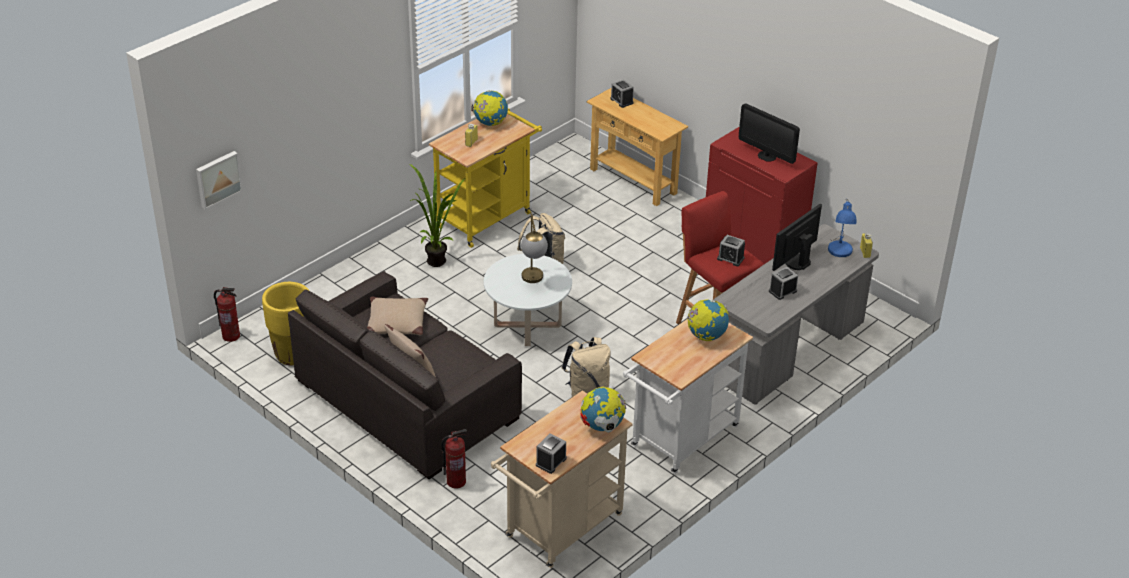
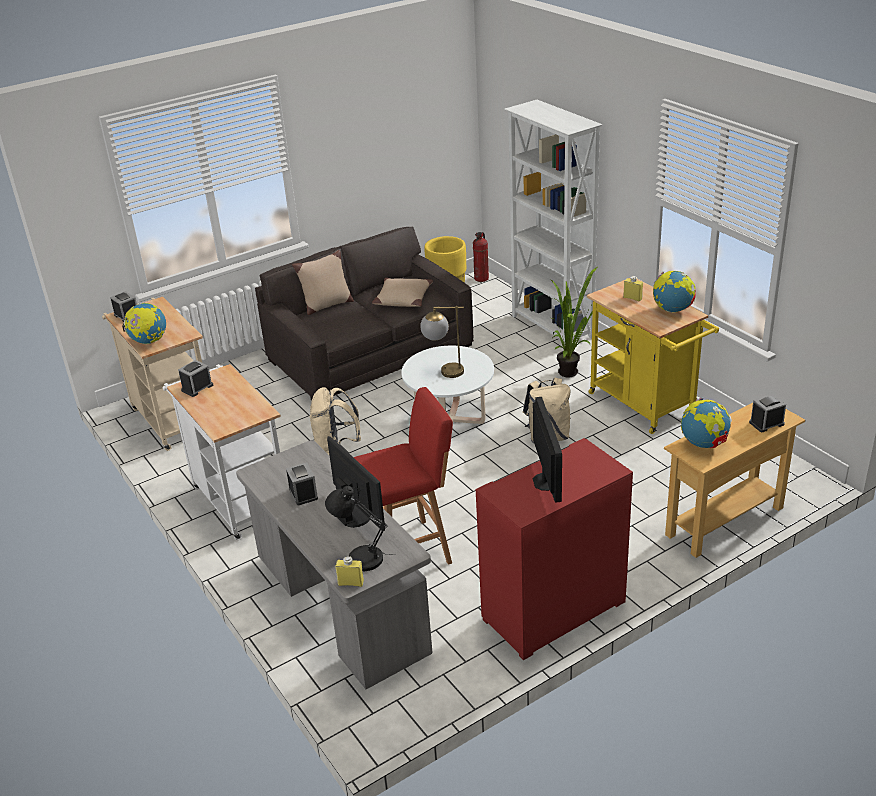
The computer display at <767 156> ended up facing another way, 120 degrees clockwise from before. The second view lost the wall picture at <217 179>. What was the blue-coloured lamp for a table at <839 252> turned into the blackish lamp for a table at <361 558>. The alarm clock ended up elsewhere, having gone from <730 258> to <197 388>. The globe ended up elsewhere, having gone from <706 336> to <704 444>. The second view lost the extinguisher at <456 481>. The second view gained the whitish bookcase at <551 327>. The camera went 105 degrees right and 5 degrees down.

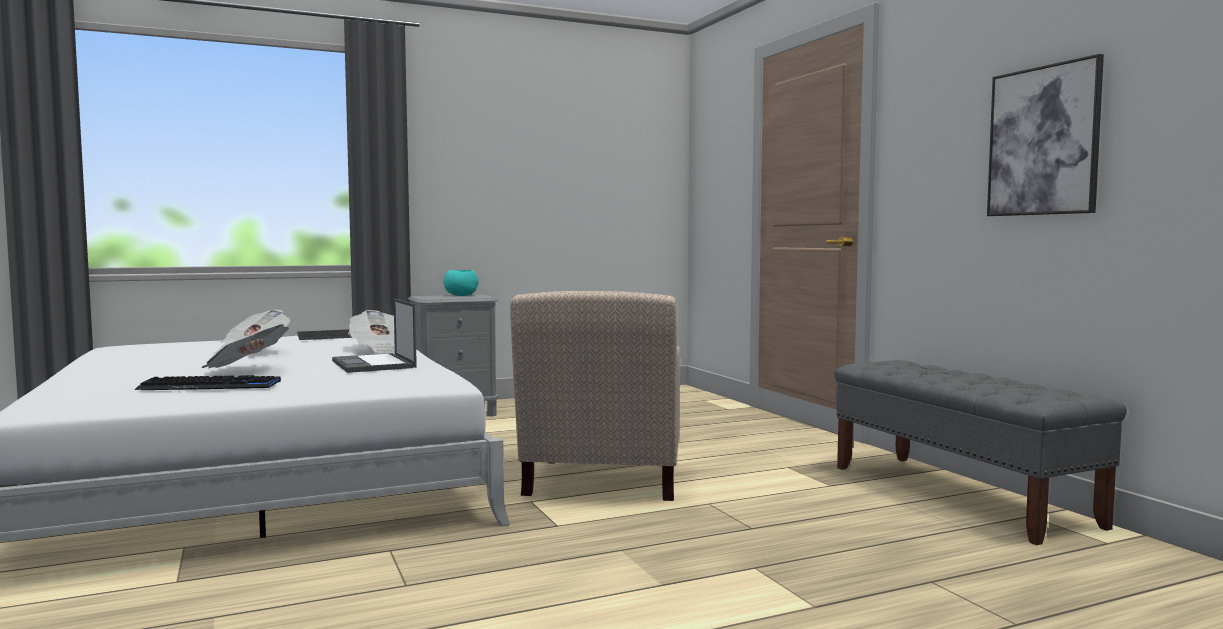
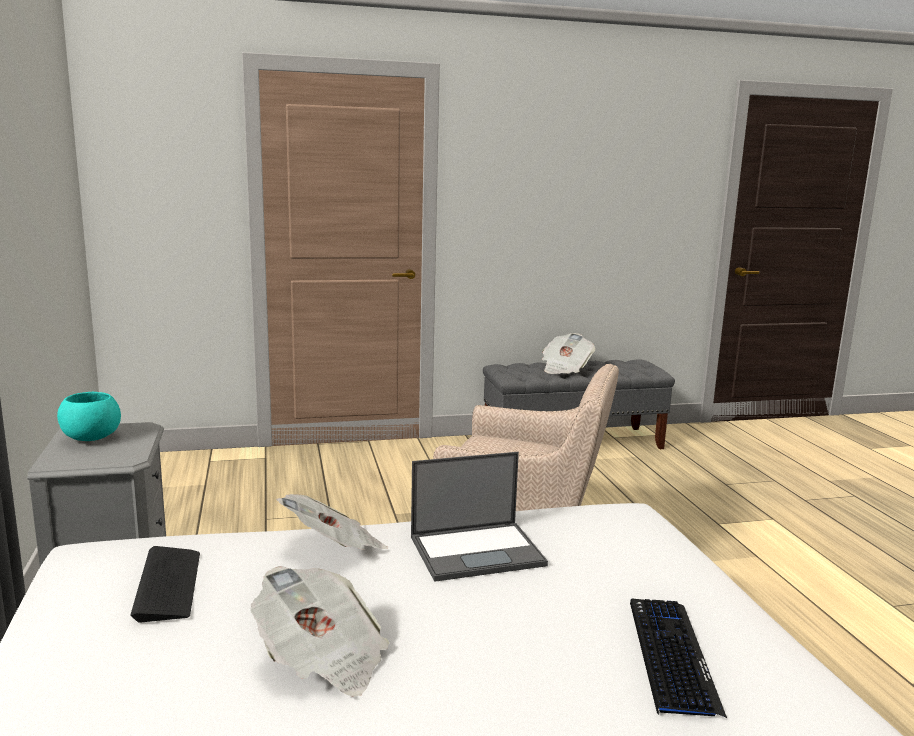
The second view lost the wall picture at <1043 141>. The printed paper ended up elsewhere, having gone from <246 369> to <565 368>. The camera went 80 degrees left and 10 degrees up.

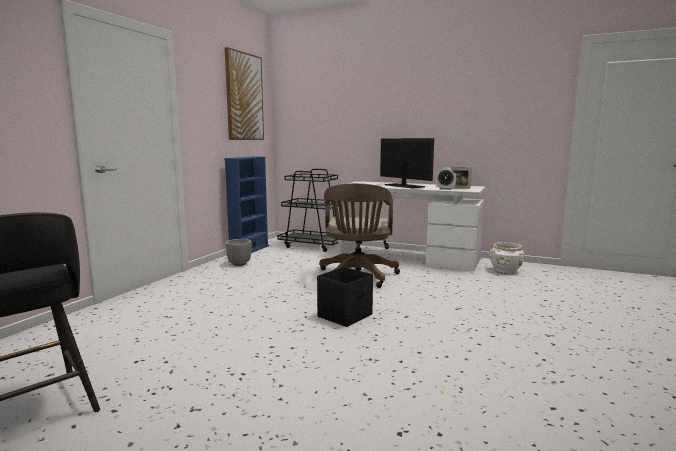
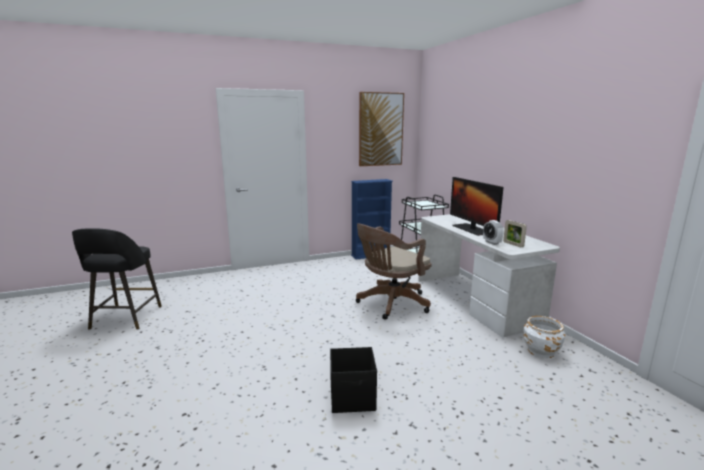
The computer display at <404 186> ended up facing another way, 150 degrees clockwise from before. The second view lost the flower pot at <239 264>. The blackish storage container ended up elsewhere, having gone from <345 315> to <353 398>. The camera went 45 degrees right and 5 degrees up.

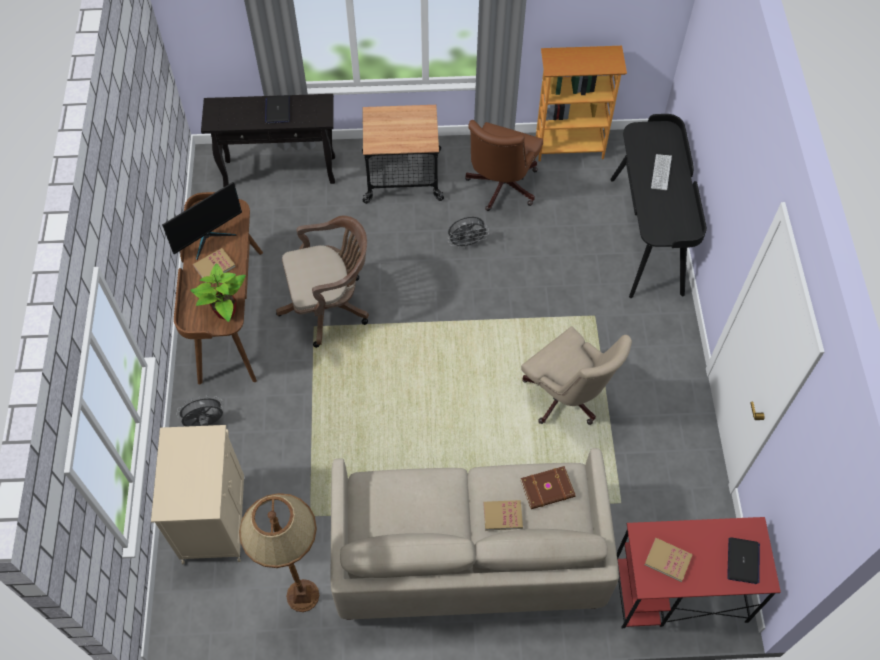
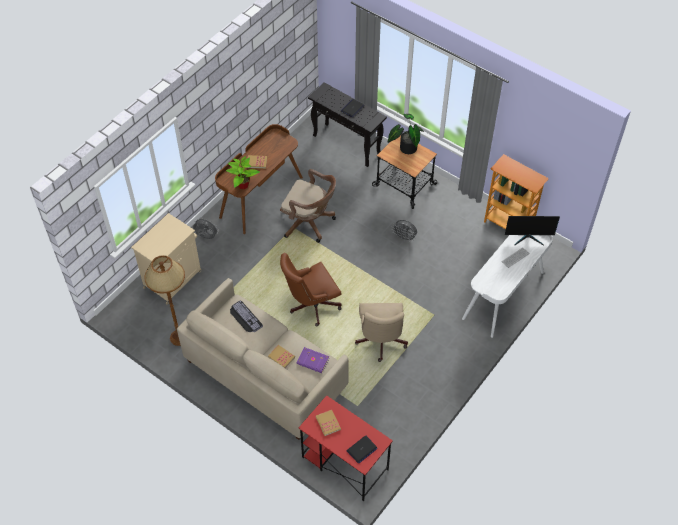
What was the blackish desk at <647 235> turned into the whitish desk at <504 296>. The brown office chair ended up elsewhere, having gone from <500 188> to <311 305>. The computer display ended up elsewhere, having gone from <209 238> to <528 238>. What was the brown volume at <548 489> turned into the purplish volume at <312 361>. The second view gained the plant in a pot at <406 148>. The second view gained the keyboard at <244 317>. The camera went 40 degrees right and 5 degrees down.

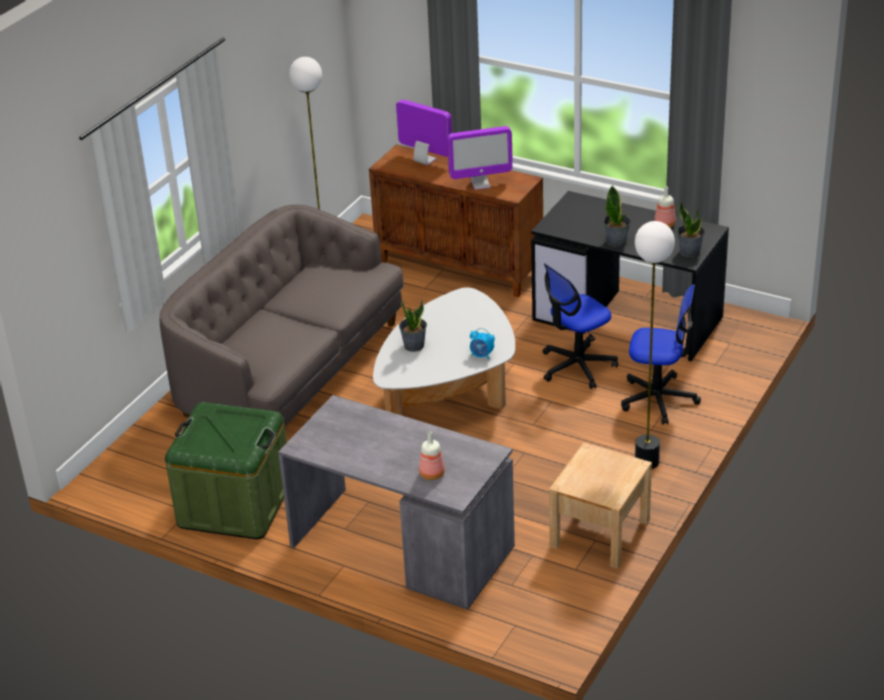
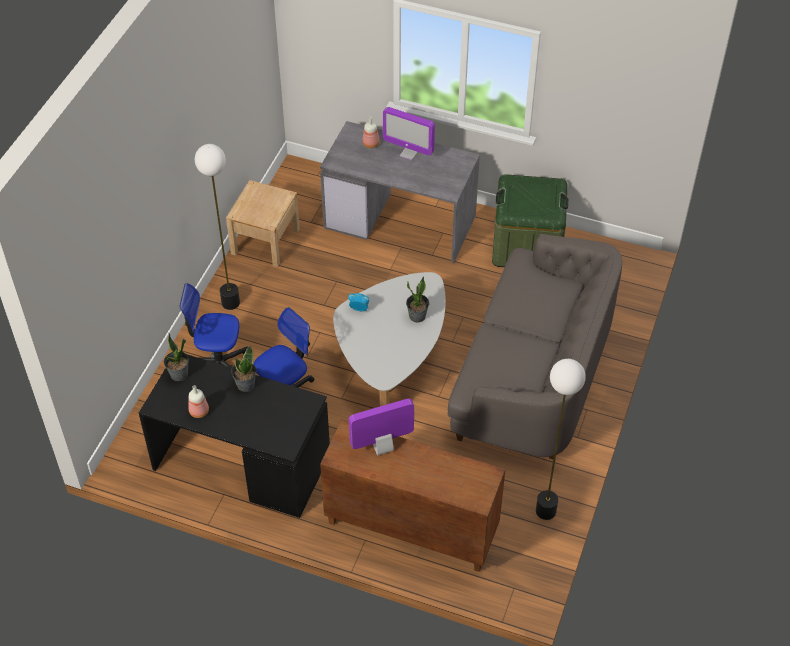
The computer display ended up elsewhere, having gone from <425 160> to <408 153>. The camera went 170 degrees right and 15 degrees up.

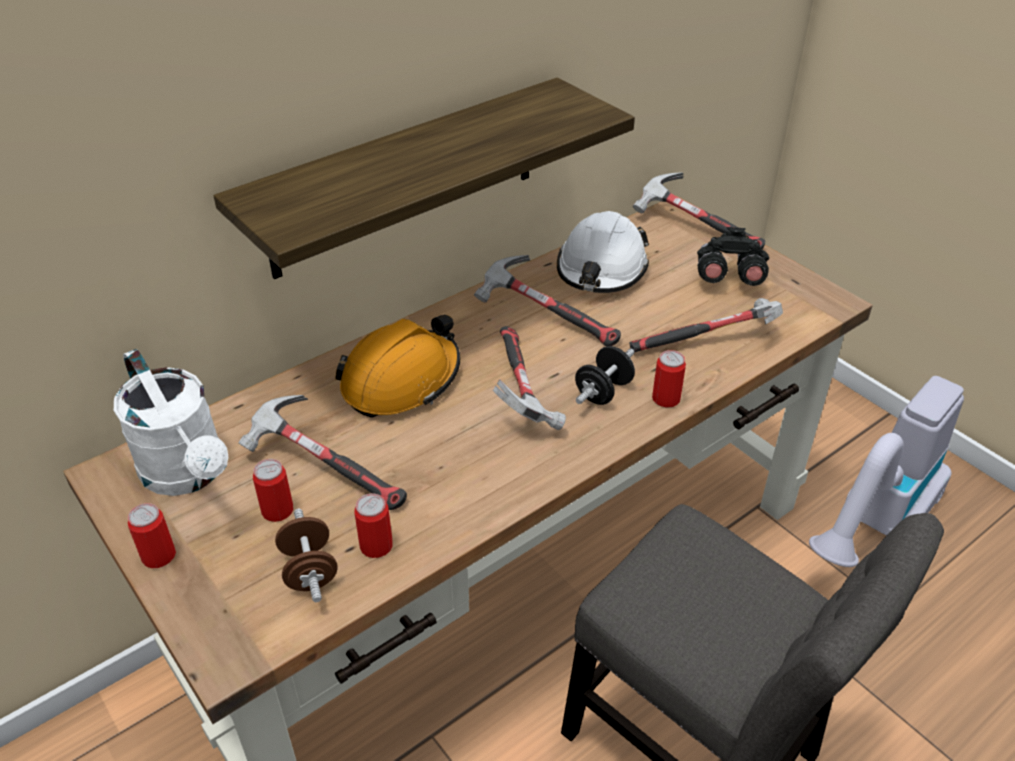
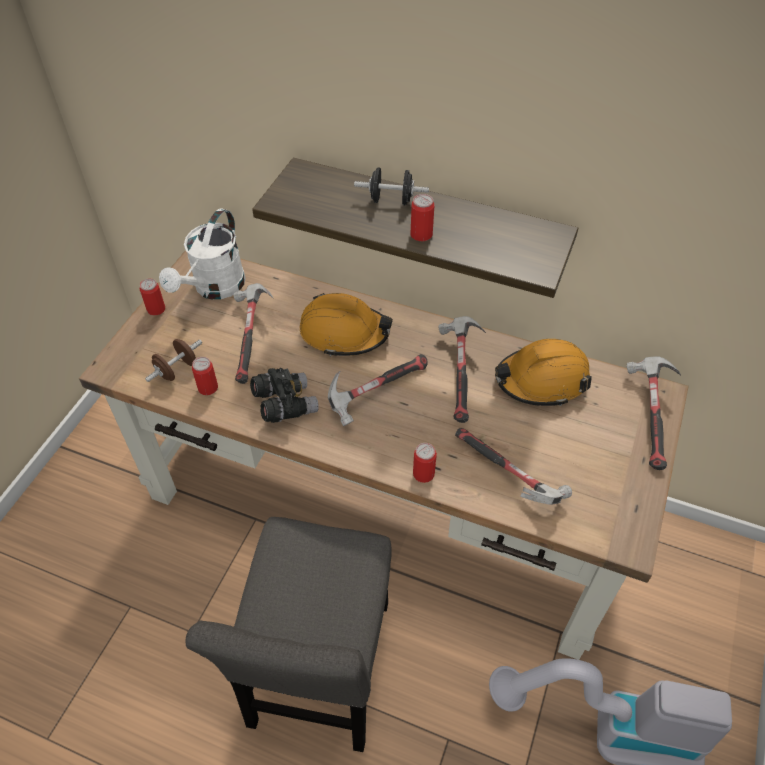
What was the whitish hard hat at <601 269> turned into the orange hard hat at <541 380>. The blackish binoculars ended up elsewhere, having gone from <727 278> to <285 404>. The blackish dumbbell ended up elsewhere, having gone from <603 391> to <391 200>. The sealed can ended up elsewhere, having gone from <277 510> to <421 234>. The camera went 60 degrees right and 10 degrees up.

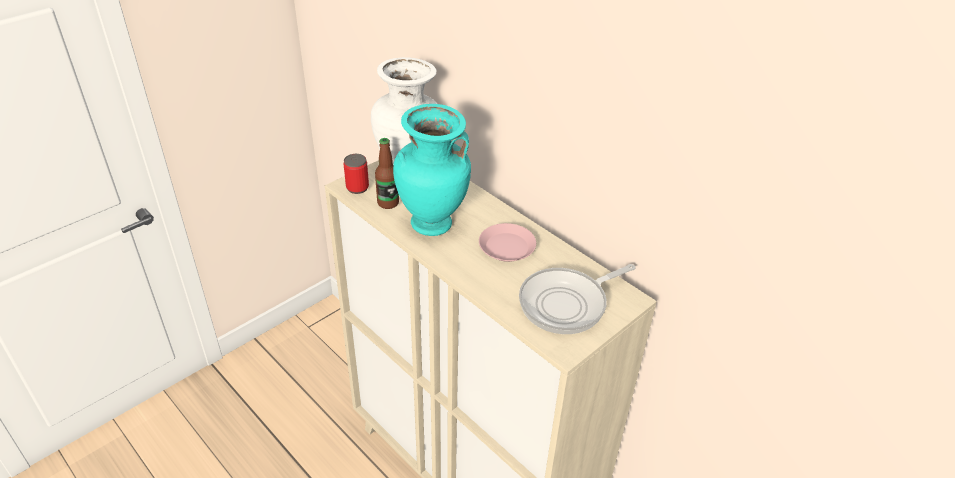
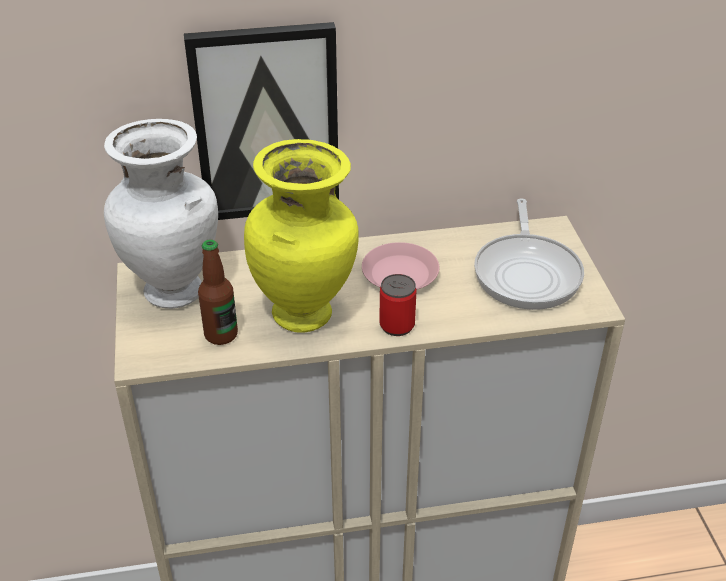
What was the blue-green vase at <432 225> turned into the yellow vase at <305 315>. The sealed can ended up elsewhere, having gone from <357 187> to <397 325>. The second view gained the wall picture at <266 123>. The camera went 55 degrees left and 0 degrees up.

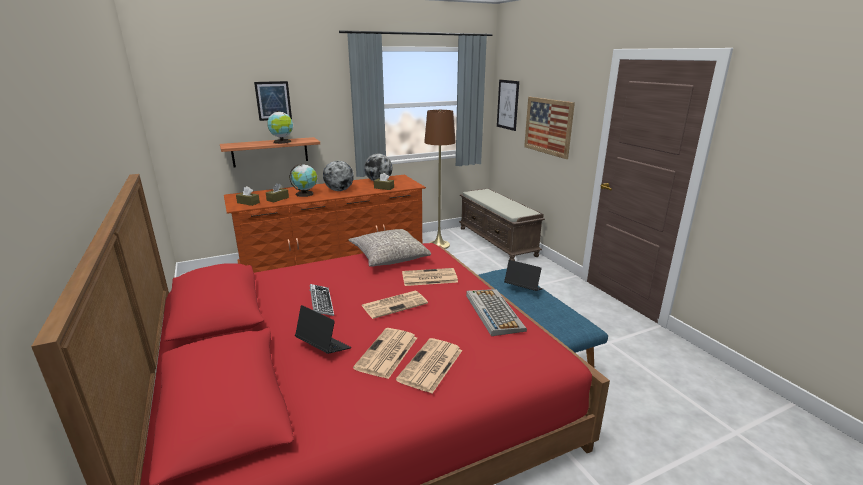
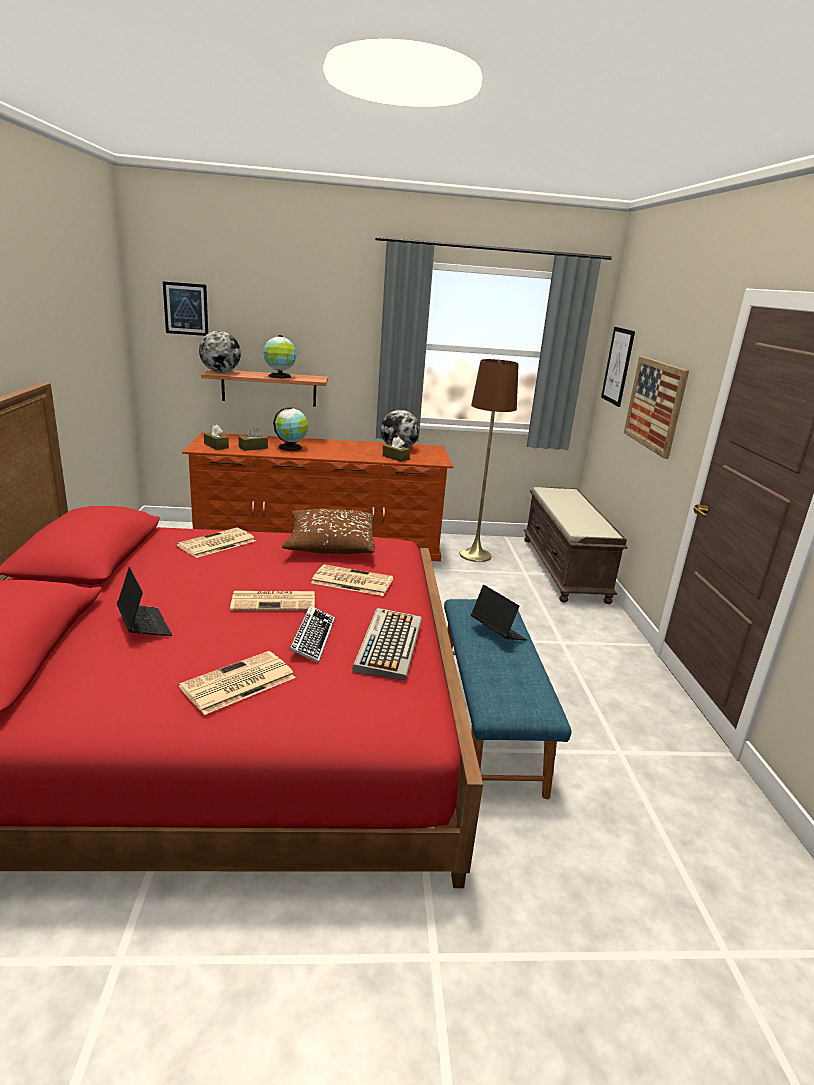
The wall picture ended up elsewhere, having gone from <273 101> to <186 309>. The globe ended up elsewhere, having gone from <339 190> to <220 372>. What was the greyish throw pillow at <388 257> turned into the brown throw pillow at <330 544>. The keyboard ended up elsewhere, having gone from <321 303> to <312 638>. The printed paper ended up elsewhere, having gone from <387 353> to <216 544>. The camera went 20 degrees right and 0 degrees up.

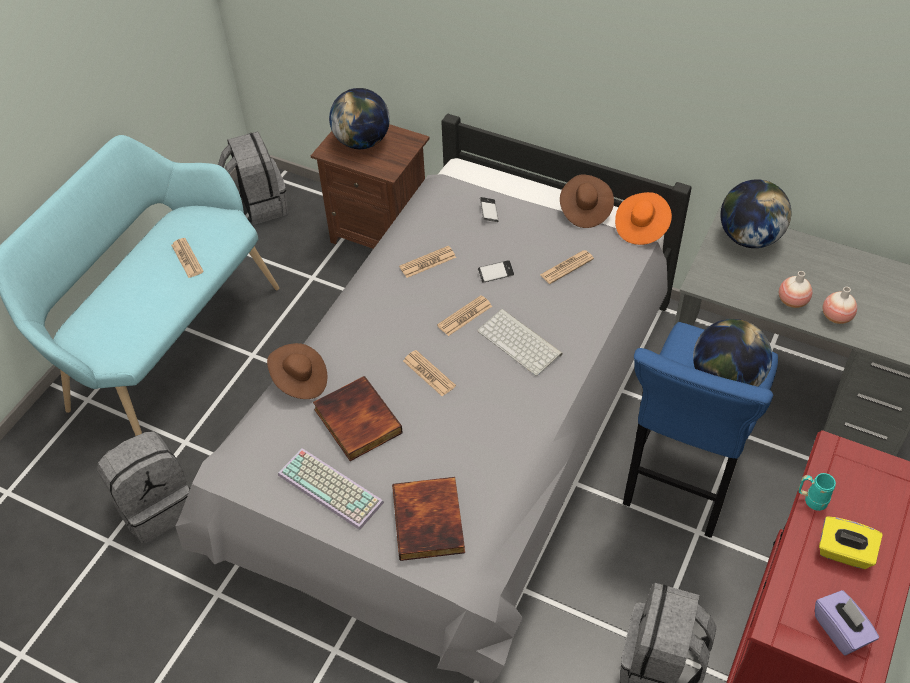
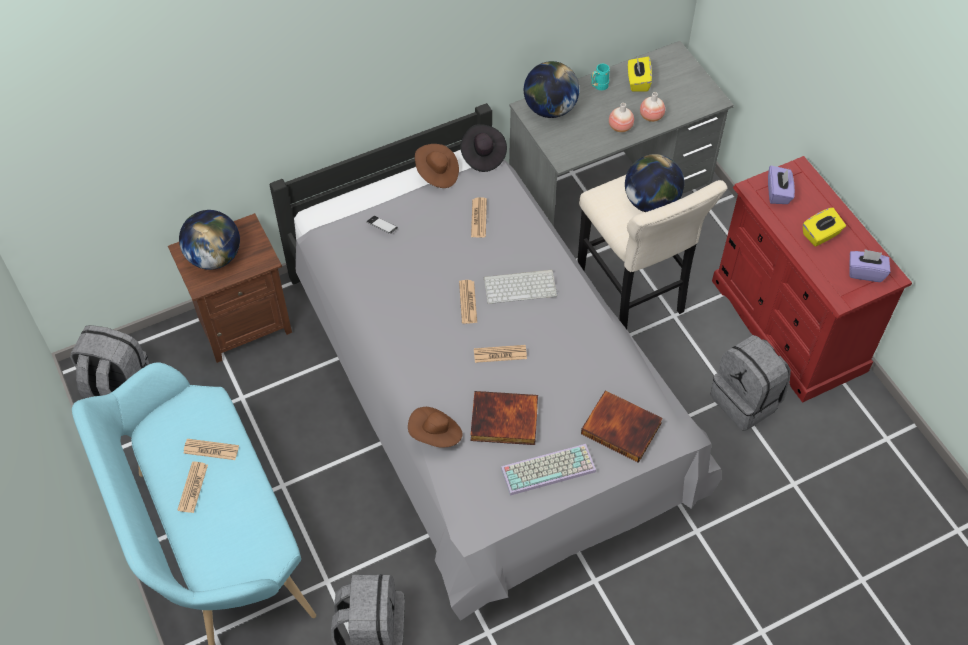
What was the orange hat at <641 228> turned into the blackish hat at <482 155>. The printed paper ended up elsewhere, having gone from <427 262> to <193 487>. The second view lost the phone at <495 273>. What was the blue-coloured stool at <680 483> turned into the sand-coloured stool at <632 298>. The blue-green tea mug ended up elsewhere, having gone from <811 500> to <598 87>. The second view gained the yellow box of tissues at <638 82>. The second view gained the purplish box of tissues at <778 193>. The camera went 55 degrees left and 5 degrees up.

